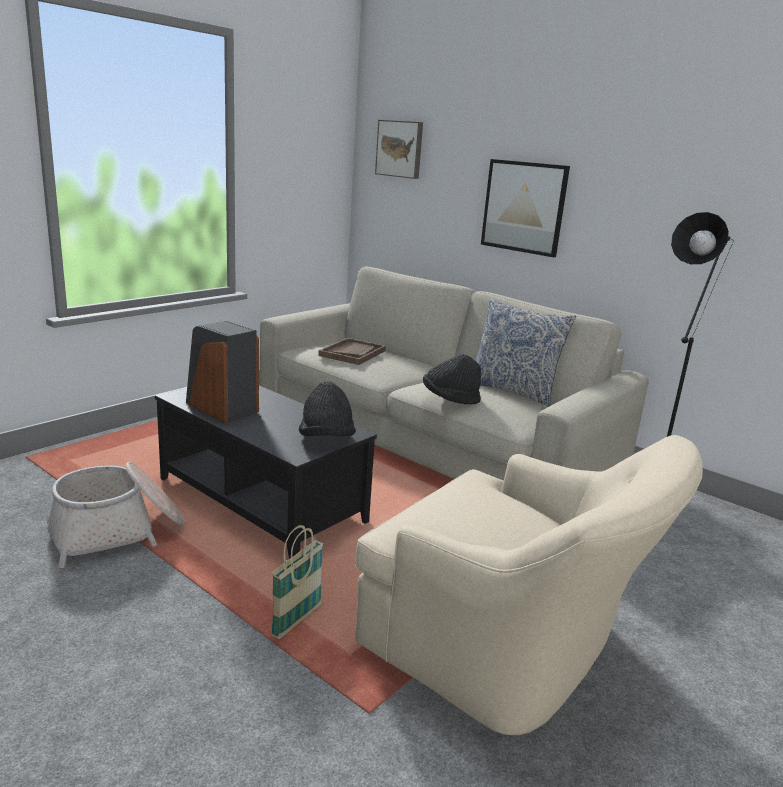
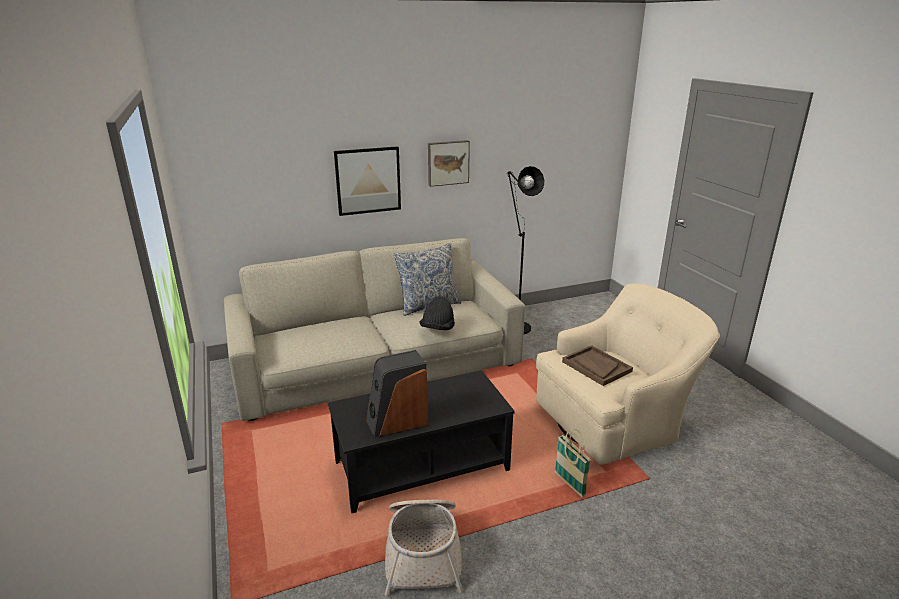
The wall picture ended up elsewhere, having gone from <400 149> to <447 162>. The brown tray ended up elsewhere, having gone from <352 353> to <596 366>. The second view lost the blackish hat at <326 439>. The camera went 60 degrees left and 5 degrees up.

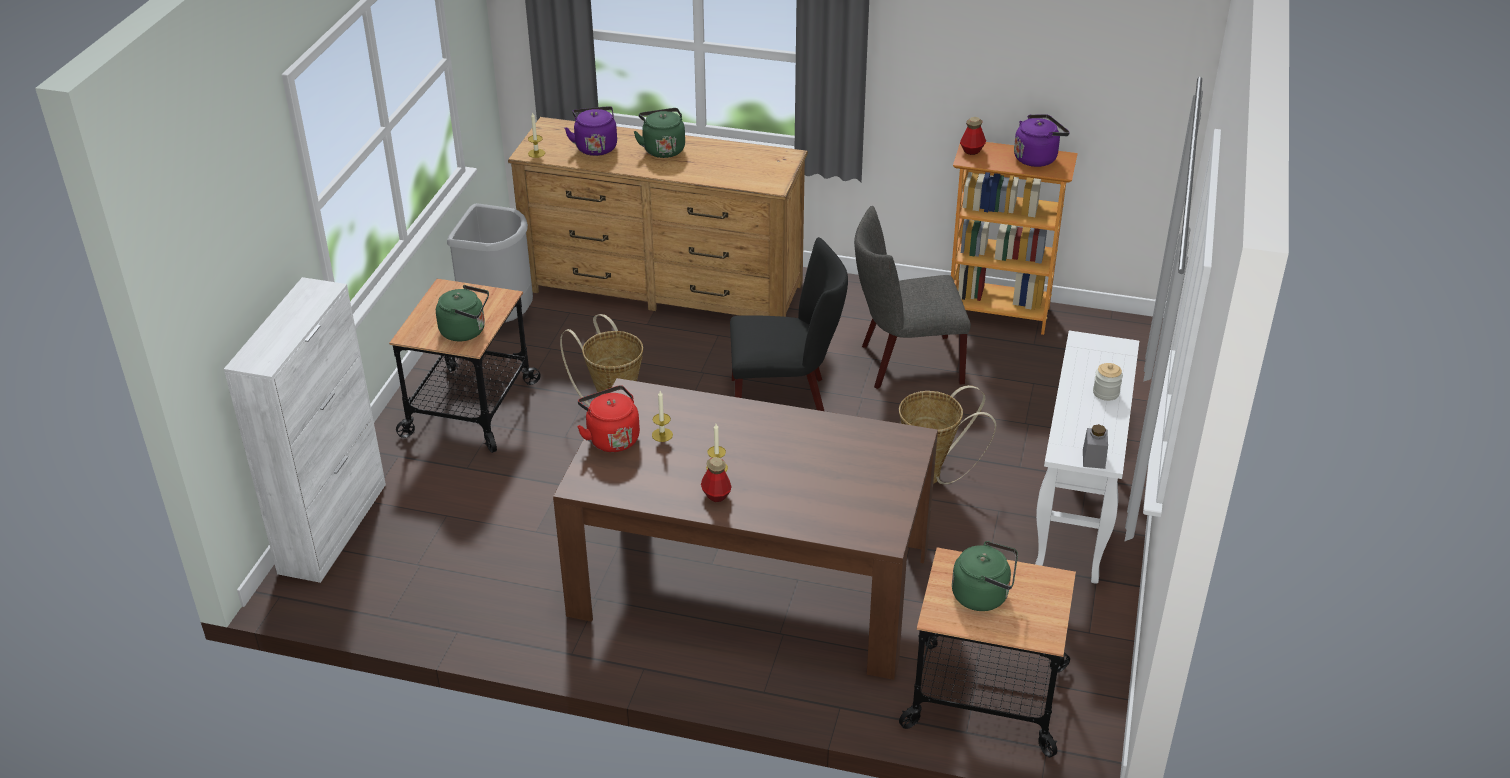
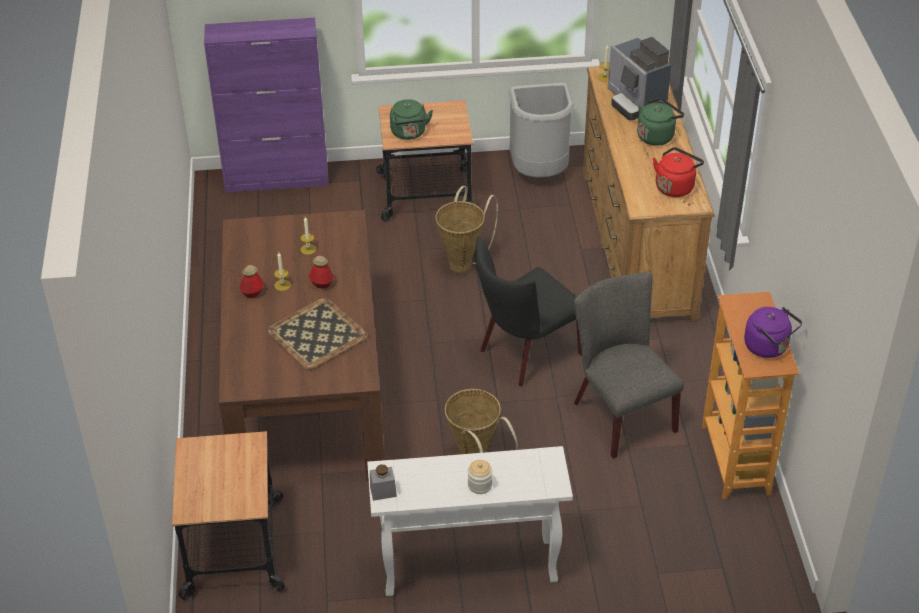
Where the purplish water kettle stood at <595 147>, the coffee brewer came to stand at <635 102>. The drink bottle ended up elsewhere, having gone from <972 150> to <322 283>. The blackish plain chair at <786 402> ended up facing another way, 75 degrees clockwise from before. What was the whitish cabinet at <334 527> turned into the purplish cabinet at <277 179>. The red-coloured water kettle ended up elsewhere, having gone from <611 438> to <675 186>. The second view lost the greenish water kettle at <983 595>. The second view gained the tray at <317 334>. The camera went 70 degrees right and 5 degrees up.

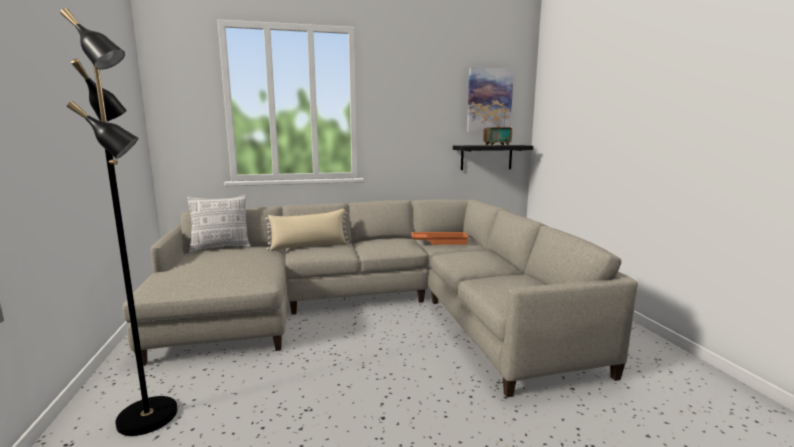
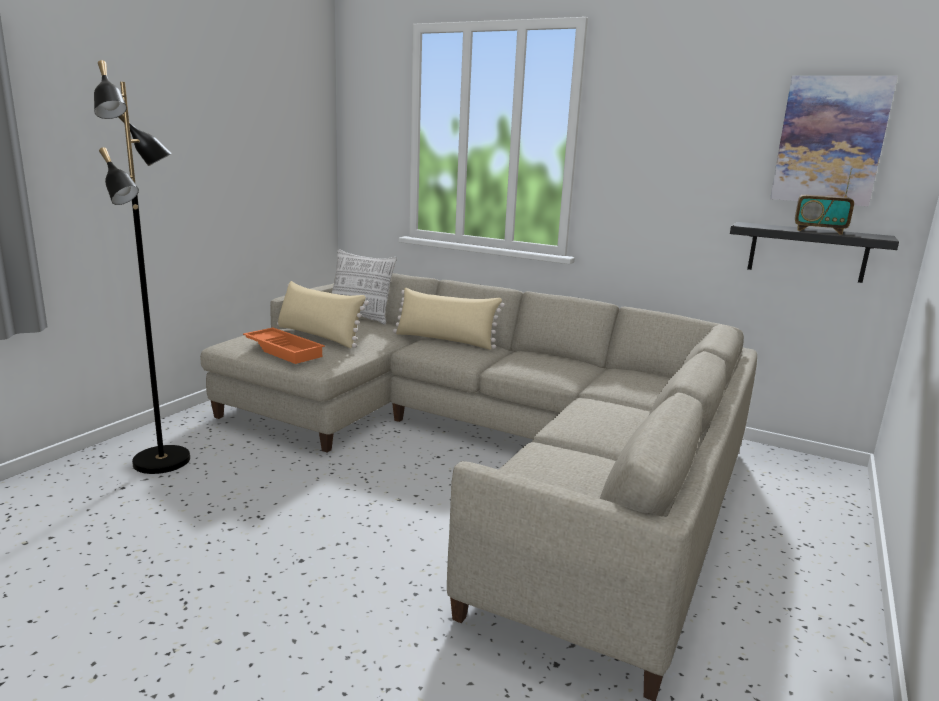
The orange tray ended up elsewhere, having gone from <439 241> to <285 350>. The second view gained the sand-coloured throw pillow at <319 336>. The camera went 40 degrees right and 5 degrees up.

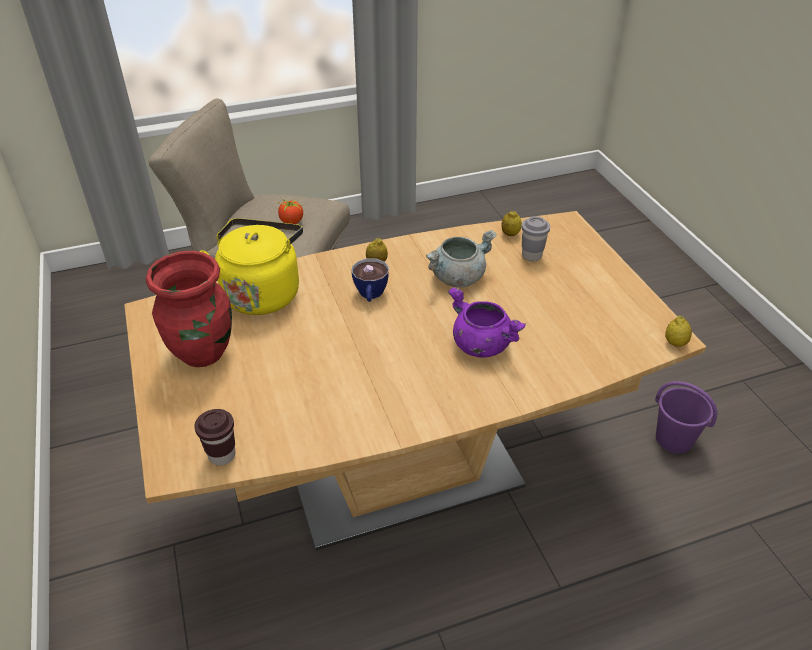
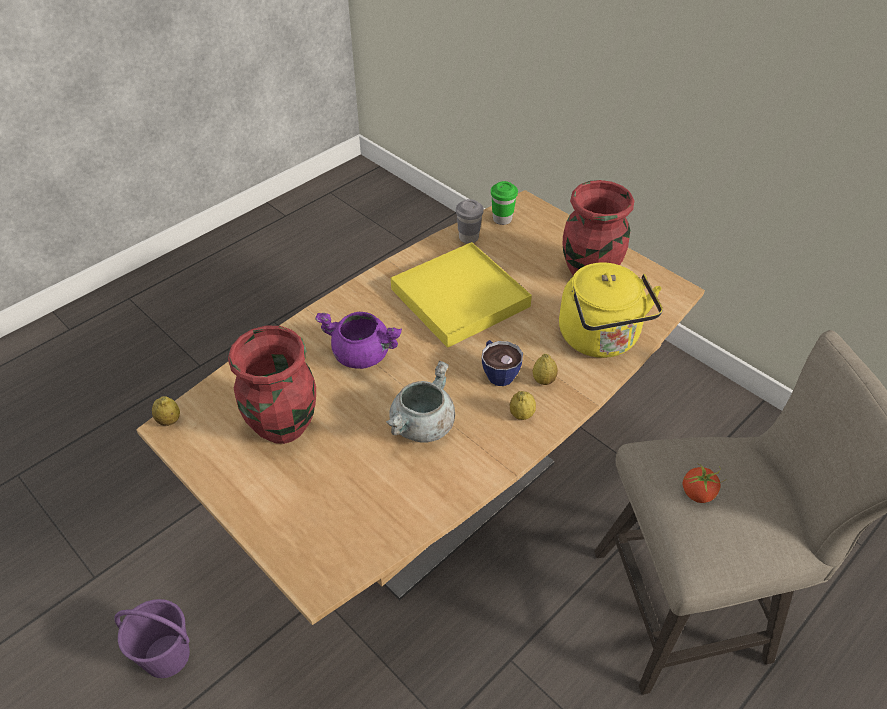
The citrus fruit ended up elsewhere, having gone from <510 234> to <543 380>. The greyish drinking cup ended up elsewhere, having gone from <531 256> to <468 238>. What was the brown drinking cup at <222 455> turned into the greenish drinking cup at <502 219>. The second view gained the yellow tray at <459 298>. The second view gained the red-coloured vase at <284 427>. The camera went 155 degrees right and 5 degrees up.

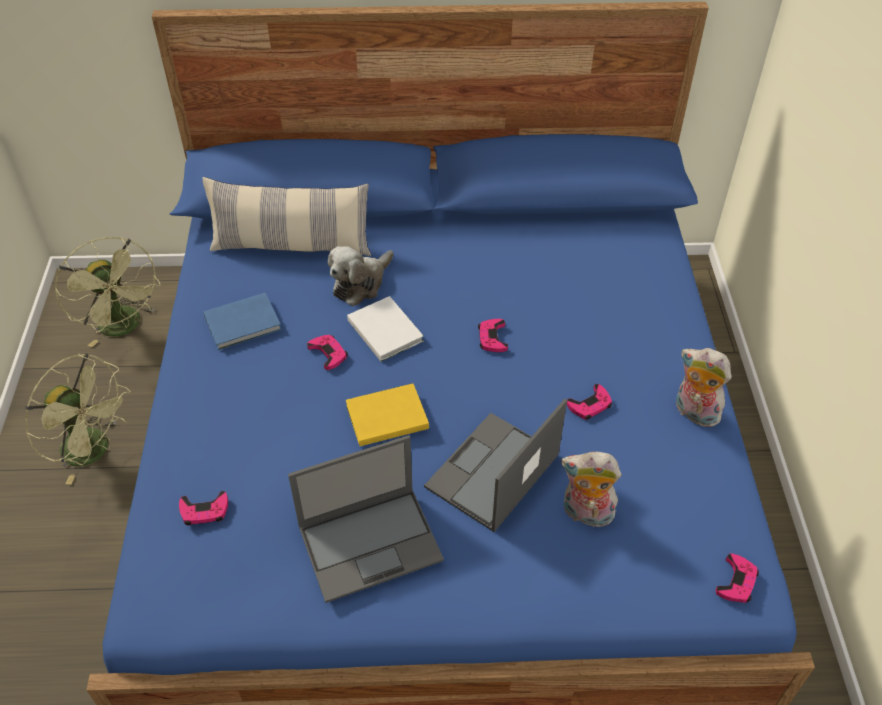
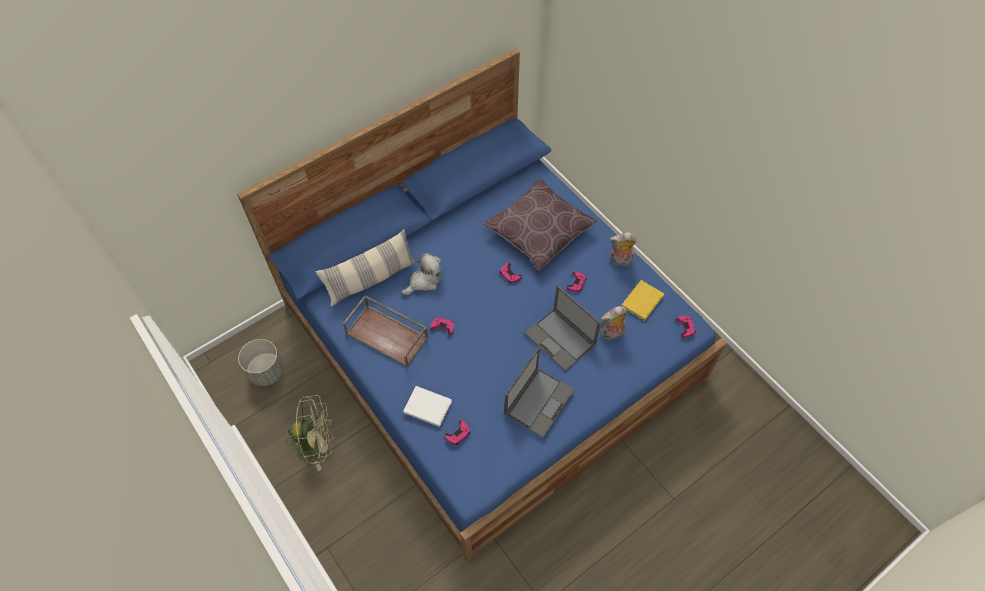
Where the greenish fan stood at <125 327>, the greyish flower pot came to stand at <266 371>. The cuddly toy at <360 283> ended up facing another way, 135 degrees counterclockwise from before. Where the blue-coloured volume stood at <245 323>, the brown tray came to stand at <388 335>. The whitish volume ended up elsewhere, having gone from <385 329> to <427 406>. The yellow volume ended up elsewhere, having gone from <384 416> to <641 301>. The notebook computer at <492 472> ended up facing another way, 45 degrees counterclockwise from before. The second view gained the brown throw pillow at <539 231>. The camera went 35 degrees left and 10 degrees up.

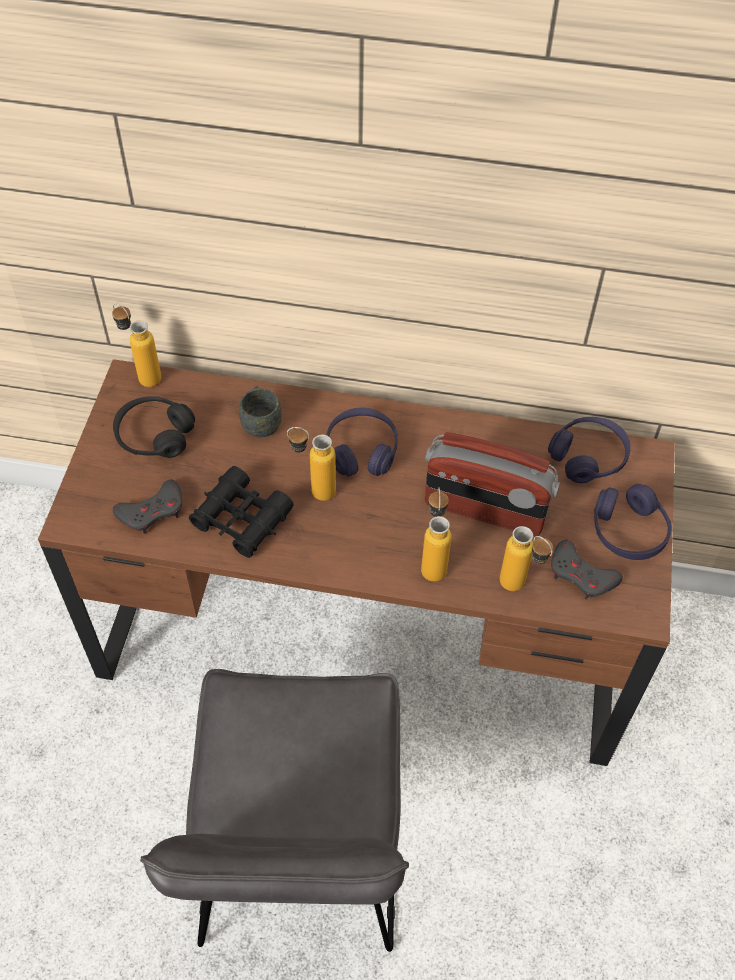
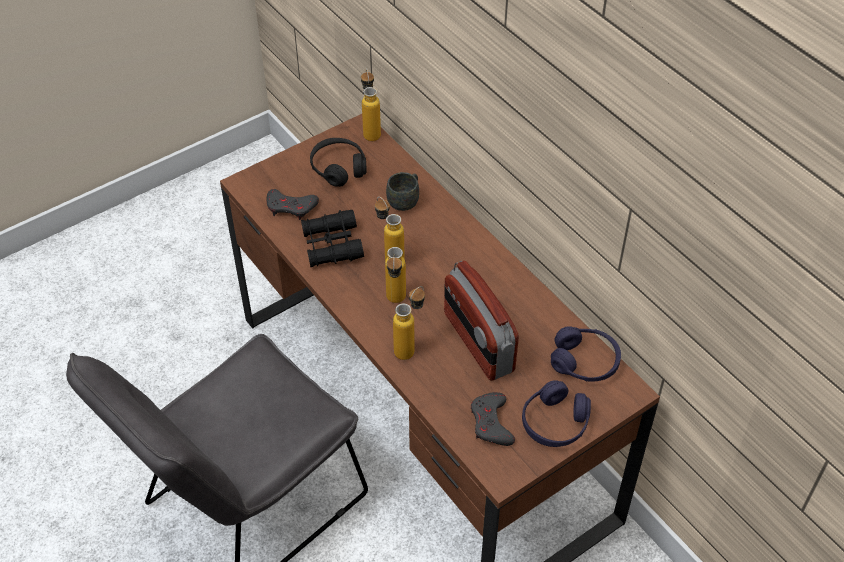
The second view lost the purplish pair of headphones at <361 450>. The drink bottle ended up elsewhere, having gone from <520 588> to <395 303>. The camera went 45 degrees right and 5 degrees down.

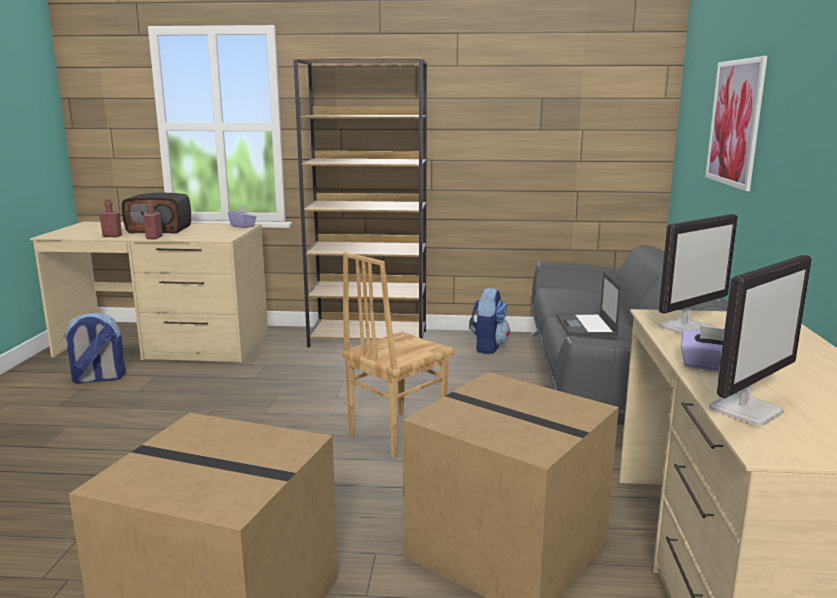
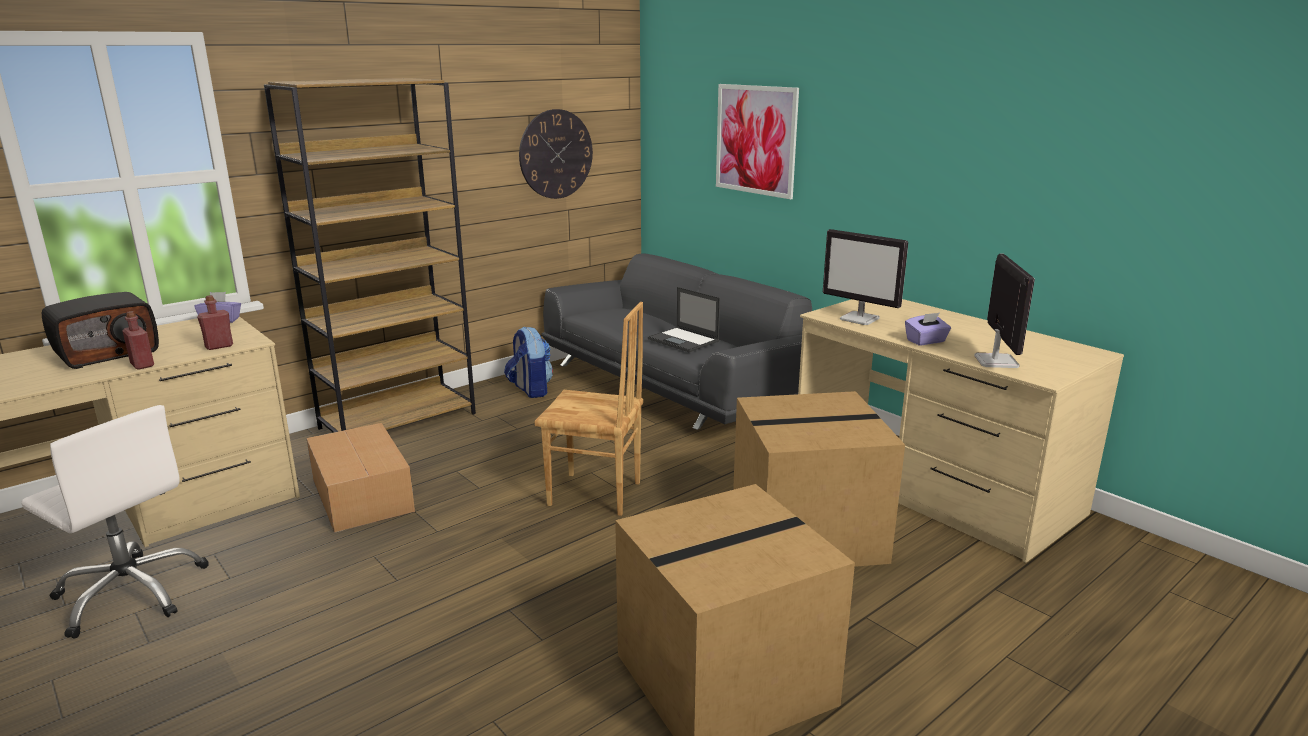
The red-coloured drink bottle ended up elsewhere, having gone from <112 236> to <219 346>. The computer display at <686 328> ended up facing another way, 120 degrees clockwise from before. The brown plain chair at <396 434> ended up facing another way, 75 degrees counterclockwise from before. Where the knapsack stood at <97 379>, the whitish office chair came to stand at <131 592>. The second view gained the clock on the wall at <556 154>. The second view gained the cardboard box at <362 494>. The camera went 45 degrees left and 5 degrees up.

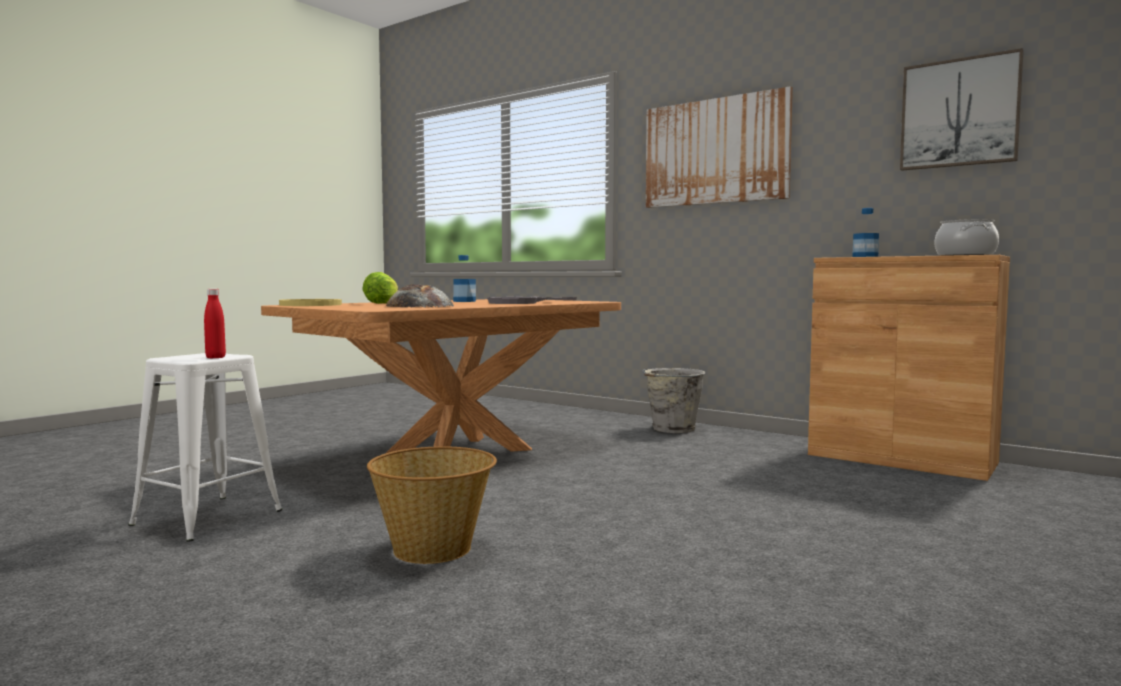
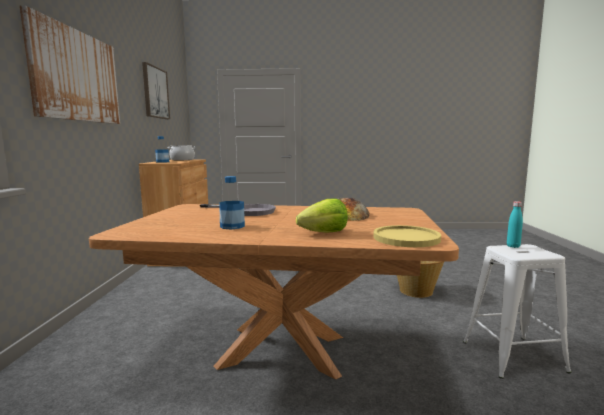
What was the red-coloured drink bottle at <215 357> turned into the blue-green drink bottle at <513 246>. The second view lost the greyish pail at <672 429>. The camera went 125 degrees left and 5 degrees up.

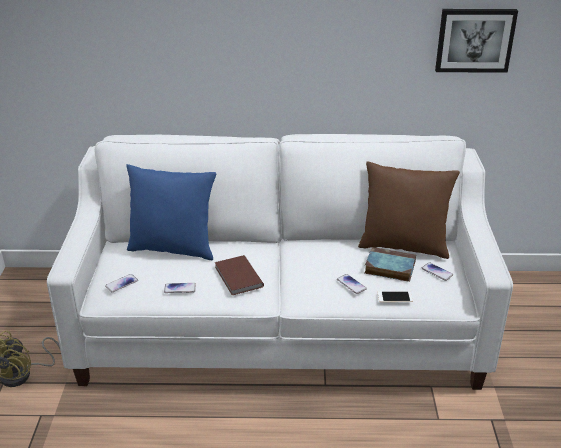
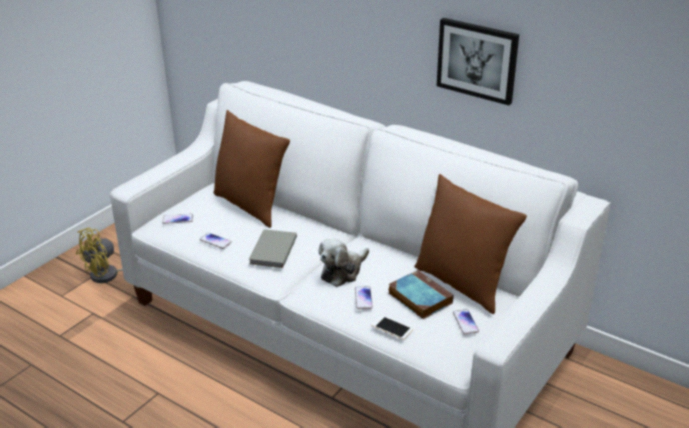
The wall picture ended up elsewhere, having gone from <475 40> to <477 60>. What was the blue-coloured throw pillow at <173 248> turned into the brown throw pillow at <251 205>. What was the brown volume at <237 277> turned into the greyish volume at <271 251>. The second view gained the cuddly toy at <343 271>. The camera went 35 degrees right and 0 degrees up.

